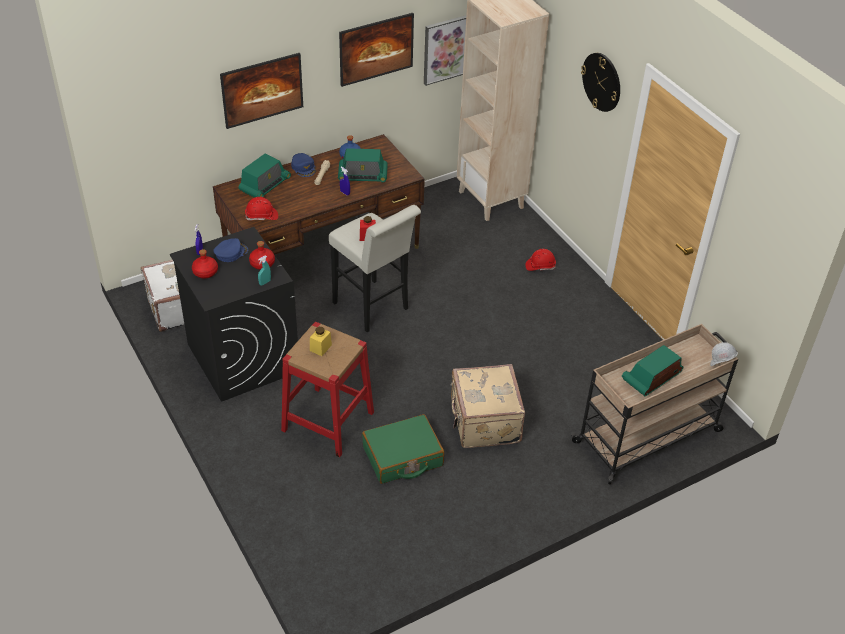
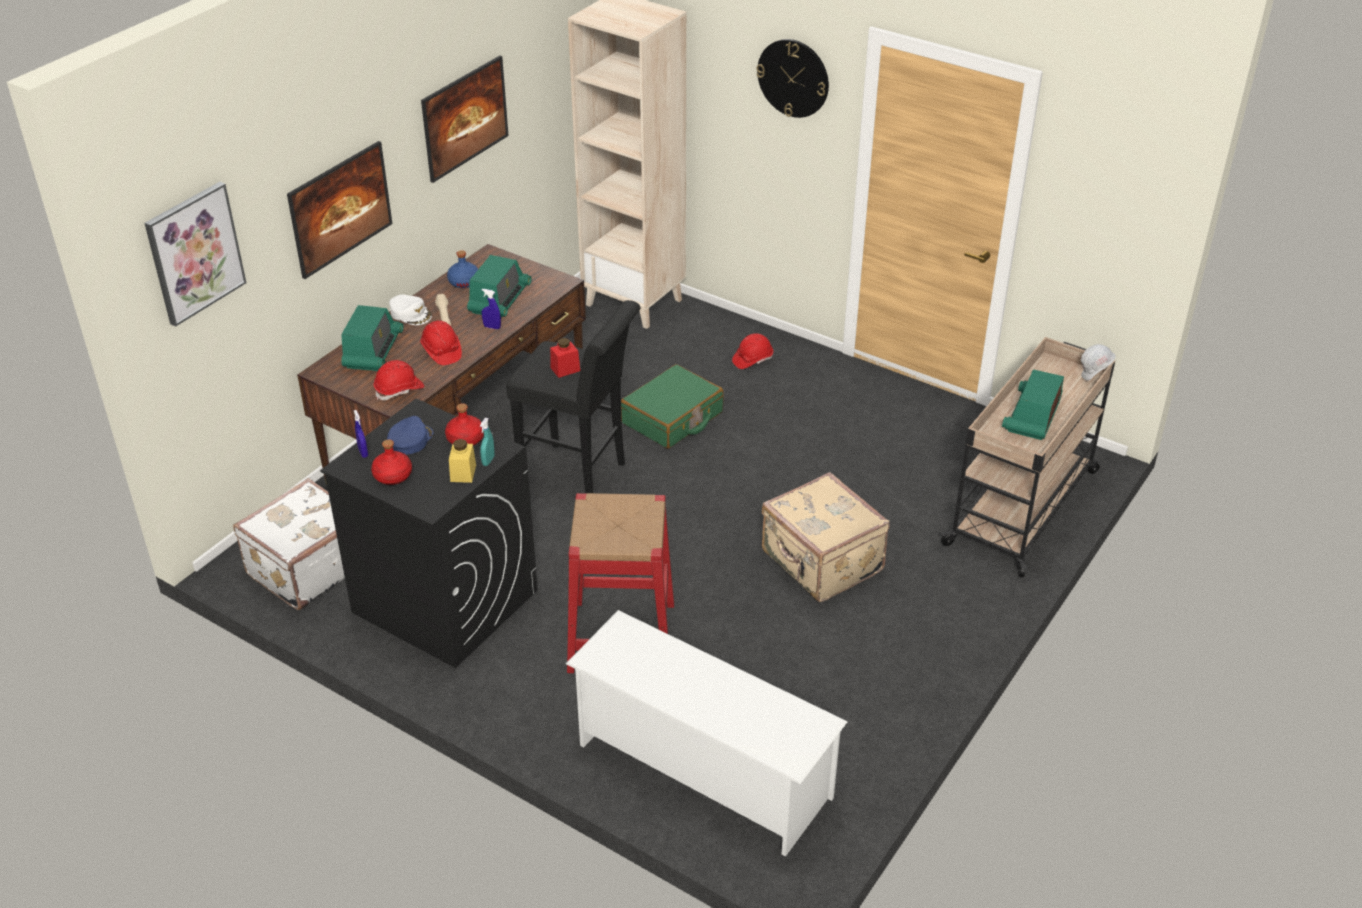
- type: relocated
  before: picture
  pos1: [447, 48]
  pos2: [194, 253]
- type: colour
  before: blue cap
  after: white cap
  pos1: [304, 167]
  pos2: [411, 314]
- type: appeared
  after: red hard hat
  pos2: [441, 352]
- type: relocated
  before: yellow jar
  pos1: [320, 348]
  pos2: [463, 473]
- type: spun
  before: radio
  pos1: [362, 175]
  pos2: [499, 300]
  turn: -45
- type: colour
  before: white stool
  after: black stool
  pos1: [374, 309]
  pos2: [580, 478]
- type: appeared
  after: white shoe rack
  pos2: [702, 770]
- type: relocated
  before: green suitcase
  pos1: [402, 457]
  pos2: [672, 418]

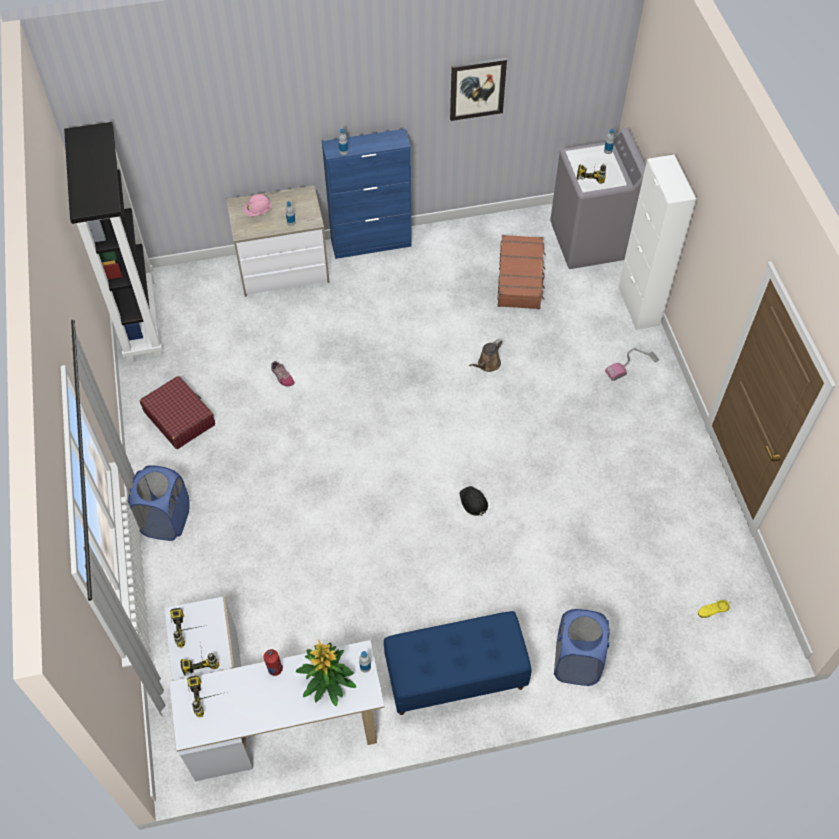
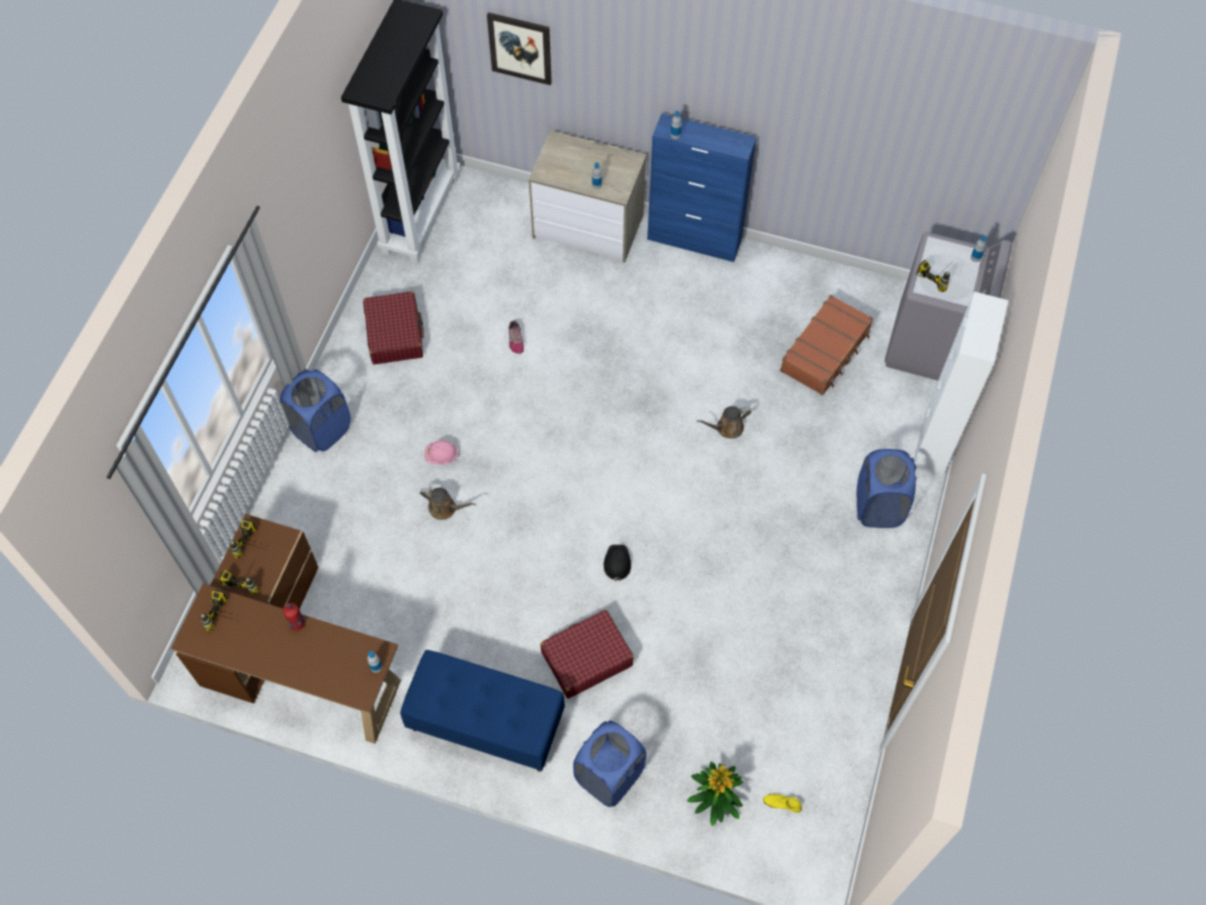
- type: colour
  before: white desk
  after: brown desk
  pos1: [264, 712]
  pos2: [295, 658]
- type: appeared
  after: brown watering can
  pos2: [445, 508]
- type: relocated
  before: pink hard hat
  pos1: [258, 211]
  pos2: [441, 456]
- type: relocated
  before: picture
  pos1: [477, 89]
  pos2: [520, 48]
- type: appeared
  after: red suitcase
  pos2: [586, 658]
- type: relocated
  before: potted plant
  pos1: [326, 680]
  pos2: [715, 797]
- type: exchanged
  before: vacuum cleaner
  after: blue laundry basket
  pos1: [631, 366]
  pos2: [878, 506]

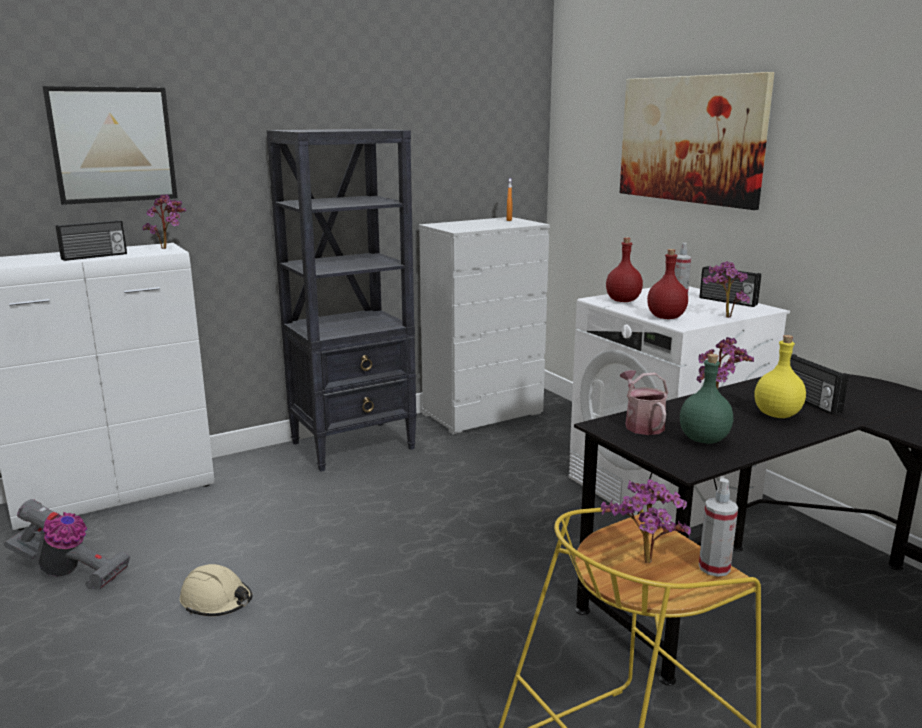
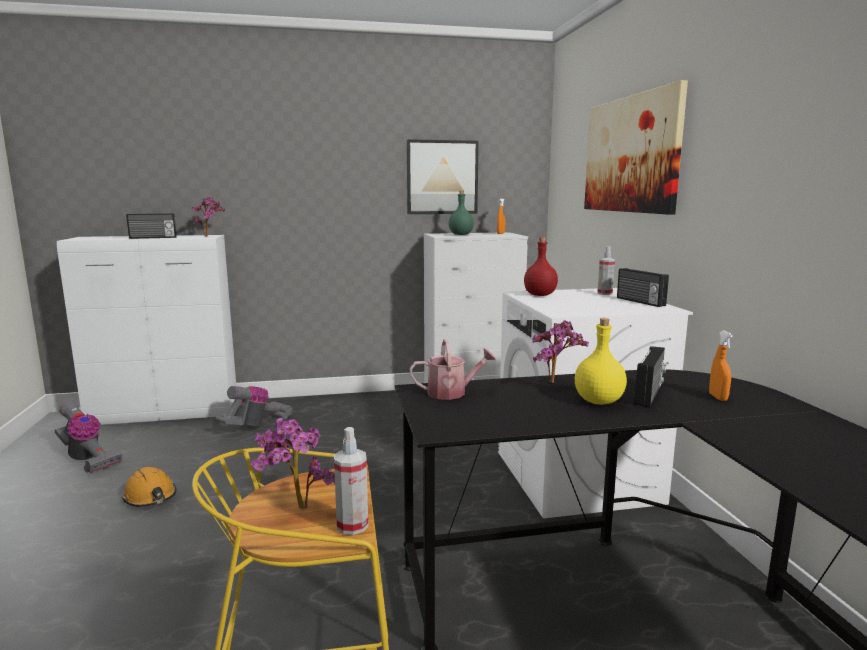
- type: colour
  before: beige hard hat
  after: orange hard hat
  pos1: [217, 601]
  pos2: [150, 497]
- type: appeared
  after: vacuum cleaner
  pos2: [256, 425]
- type: relocated
  before: picture
  pos1: [113, 145]
  pos2: [442, 177]
- type: spun
  before: watering can
  pos1: [641, 424]
  pos2: [452, 392]
  turn: 75
- type: relocated
  before: green bottle
  pos1: [704, 440]
  pos2: [461, 234]
- type: spun
  before: radio
  pos1: [808, 402]
  pos2: [650, 395]
  turn: -150
- type: appeared
  after: orange spray bottle
  pos2: [718, 397]
- type: missing
  before: black bookcase
  pos1: [354, 445]
- type: missing
  before: red bottle
  pos1: [665, 317]
- type: missing
  before: potted plant
  pos1: [723, 317]

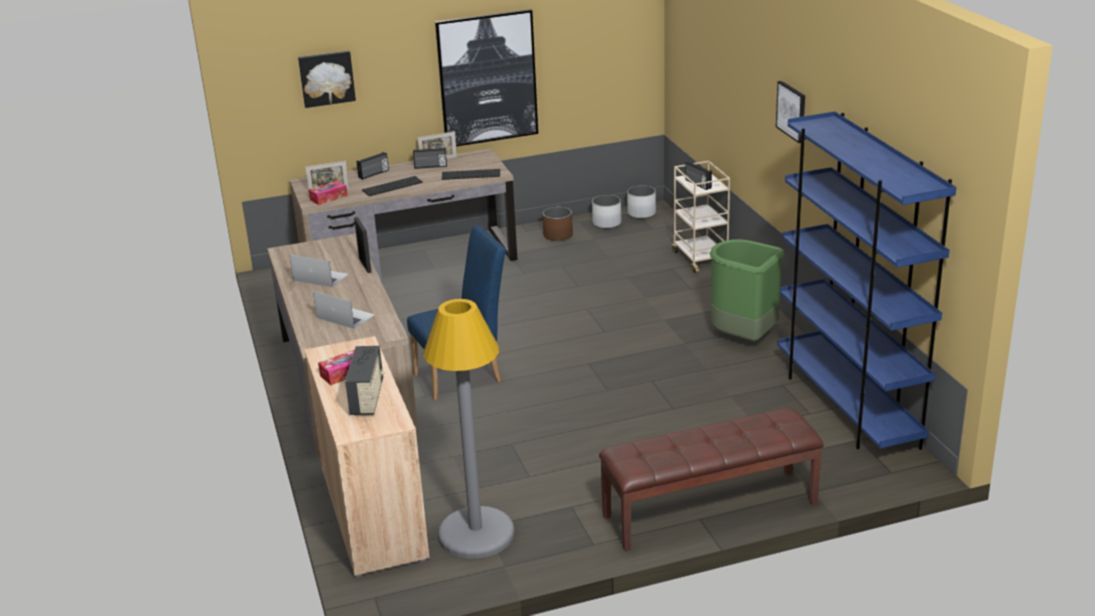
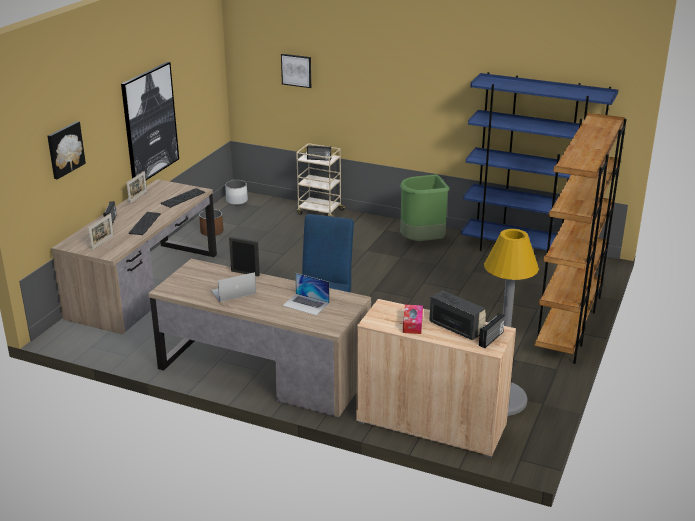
- type: relocated
  before: picture
  pos1: [792, 111]
  pos2: [296, 70]
- type: spun
  before: laptop
  pos1: [345, 316]
  pos2: [306, 304]
  turn: -135
- type: relocated
  before: radio
  pos1: [430, 166]
  pos2: [491, 339]
- type: exchanged
  before: brown bench
  after: brown bookcase
  pos1: [710, 510]
  pos2: [568, 325]
- type: missing
  before: tissue box
  pos1: [328, 198]
- type: missing
  before: white planter
  pos1: [607, 223]

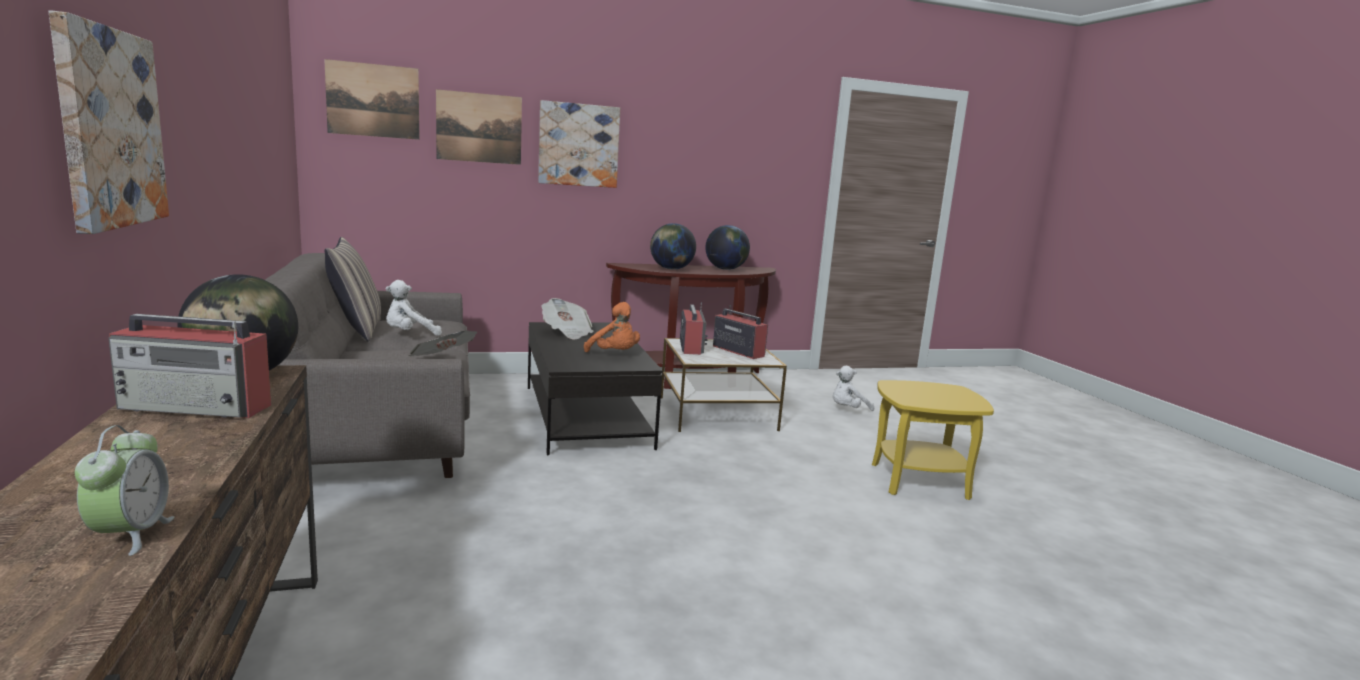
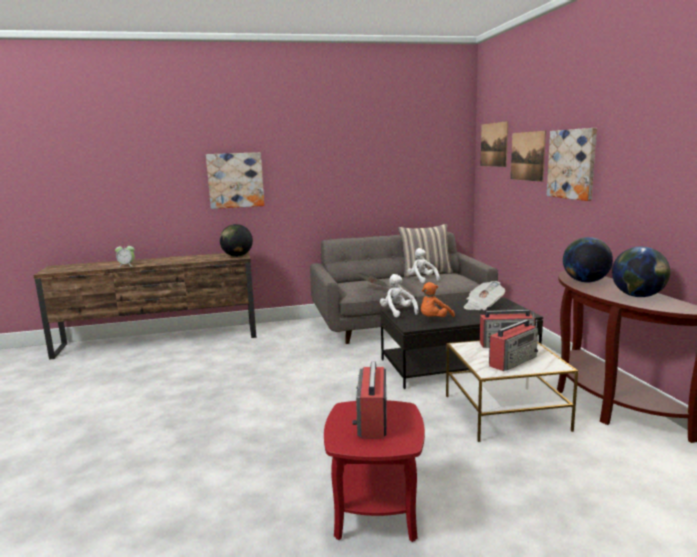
- type: colour
  before: yellow side table
  after: red side table
  pos1: [919, 481]
  pos2: [376, 512]
- type: relocated
  before: radio
  pos1: [197, 407]
  pos2: [372, 420]
- type: relocated
  before: white plush toy
  pos1: [848, 410]
  pos2: [397, 312]

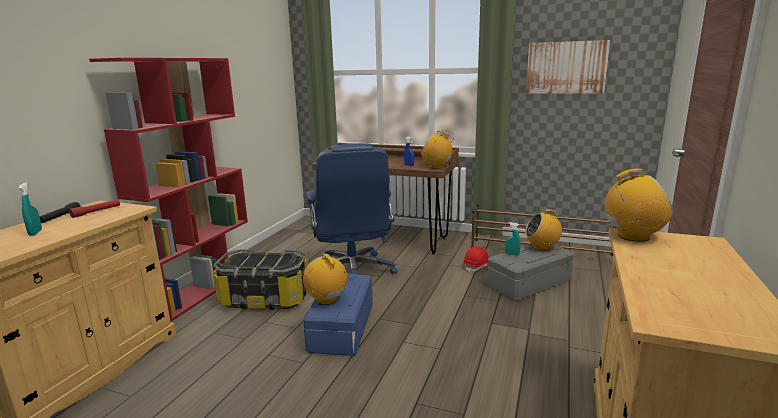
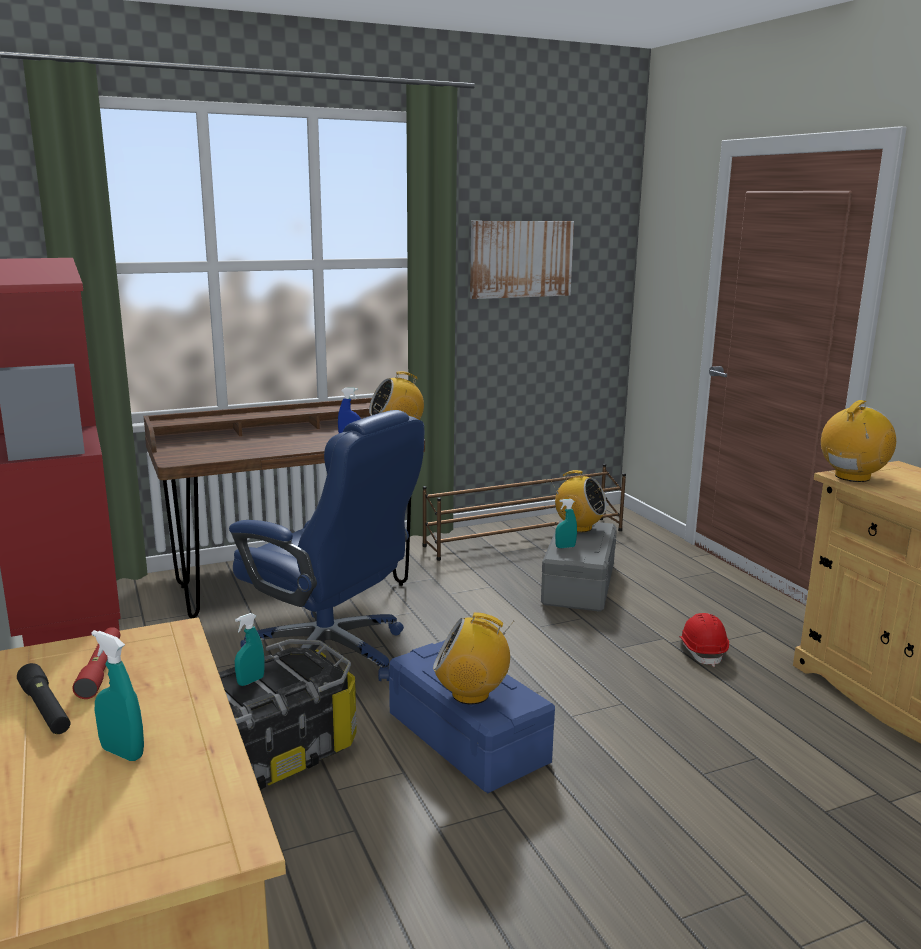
- type: appeared
  after: turquoise spray bottle
  pos2: [250, 681]
- type: spun
  before: radio
  pos1: [542, 247]
  pos2: [579, 527]
  turn: -105
- type: relocated
  before: red hard hat
  pos1: [477, 266]
  pos2: [702, 651]

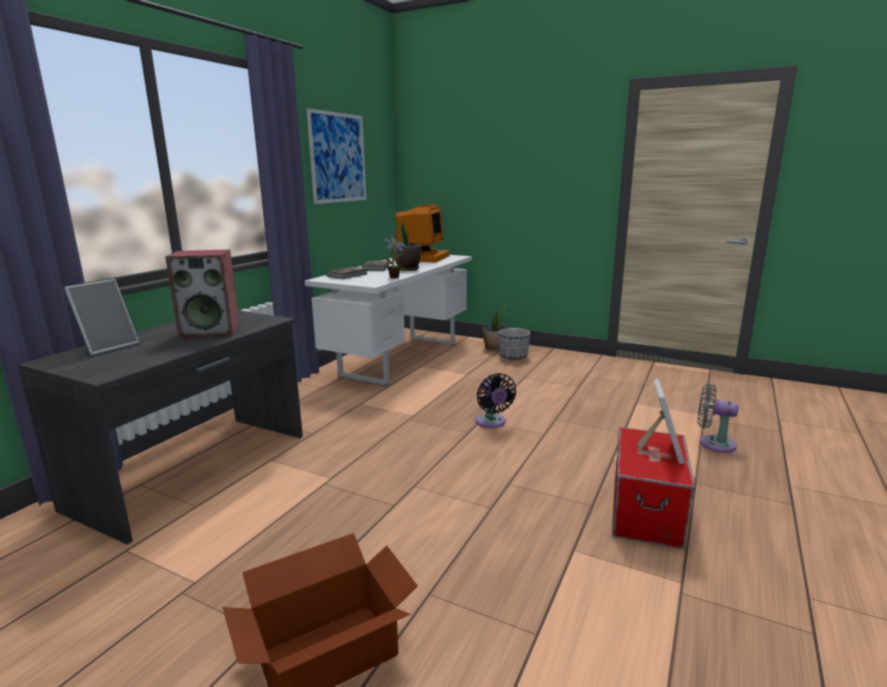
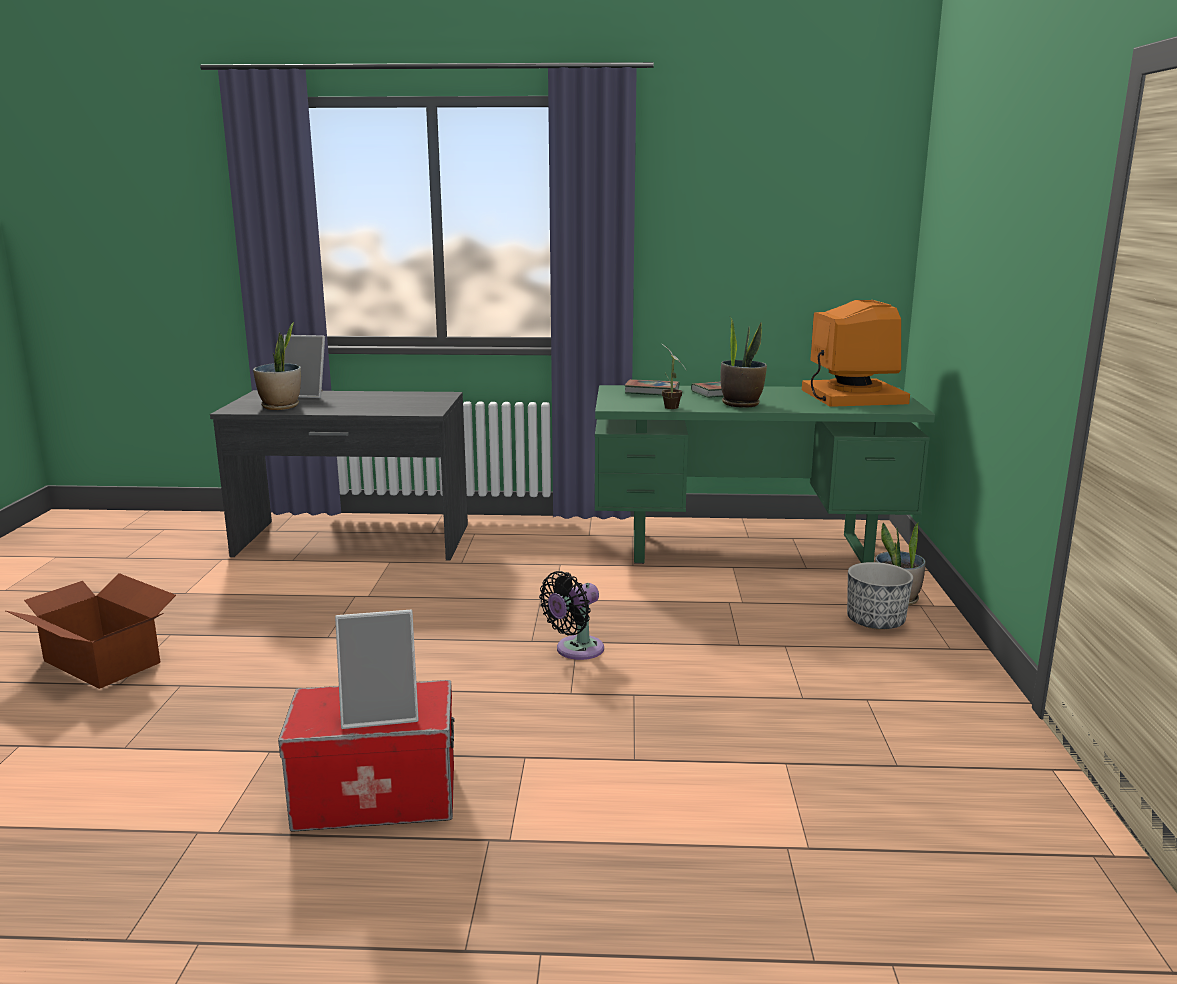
- type: appeared
  after: potted plant
  pos2: [281, 406]
- type: colour
  before: white desk
  after: green desk
  pos1: [400, 358]
  pos2: [748, 548]
- type: spun
  before: monitor
  pos1: [420, 258]
  pos2: [851, 396]
  turn: -90
- type: missing
  before: speaker
  pos1: [211, 331]
- type: missing
  before: picture
  pos1: [338, 158]
- type: missing
  before: grey fan
  pos1: [713, 443]

